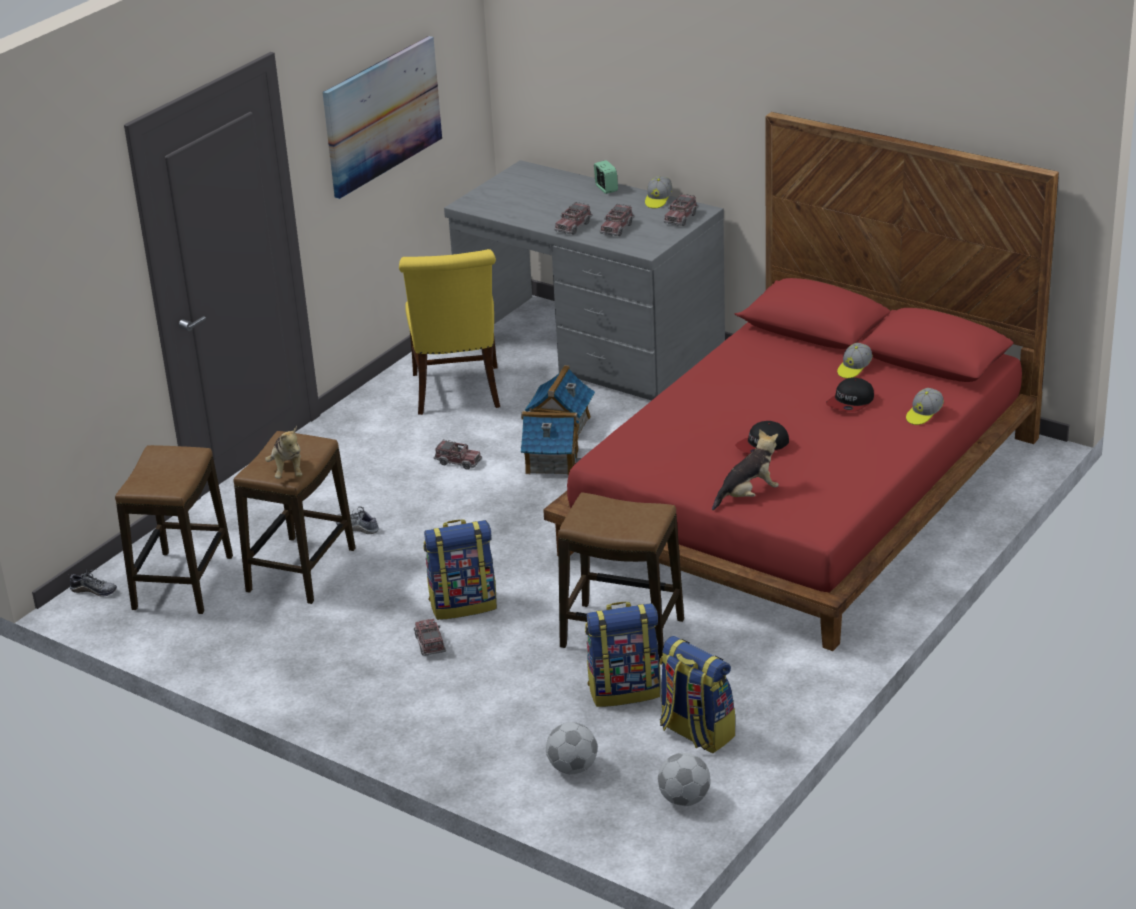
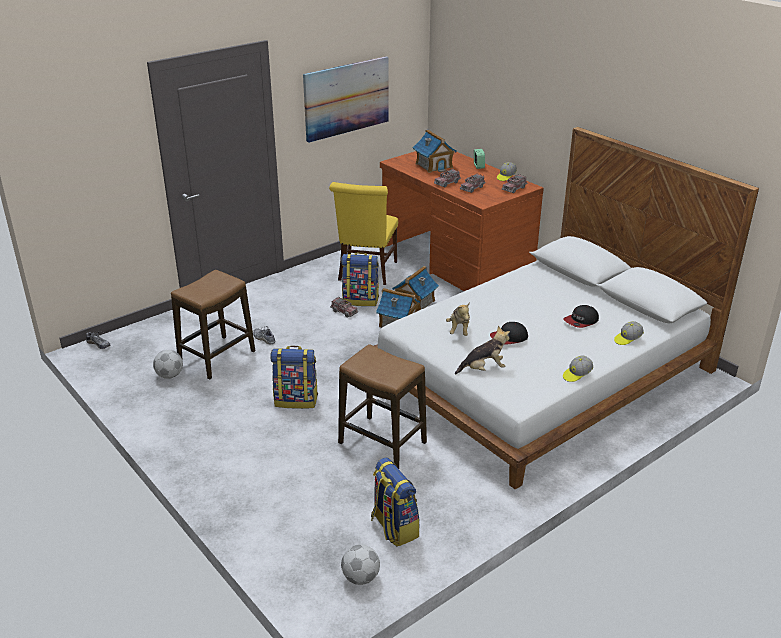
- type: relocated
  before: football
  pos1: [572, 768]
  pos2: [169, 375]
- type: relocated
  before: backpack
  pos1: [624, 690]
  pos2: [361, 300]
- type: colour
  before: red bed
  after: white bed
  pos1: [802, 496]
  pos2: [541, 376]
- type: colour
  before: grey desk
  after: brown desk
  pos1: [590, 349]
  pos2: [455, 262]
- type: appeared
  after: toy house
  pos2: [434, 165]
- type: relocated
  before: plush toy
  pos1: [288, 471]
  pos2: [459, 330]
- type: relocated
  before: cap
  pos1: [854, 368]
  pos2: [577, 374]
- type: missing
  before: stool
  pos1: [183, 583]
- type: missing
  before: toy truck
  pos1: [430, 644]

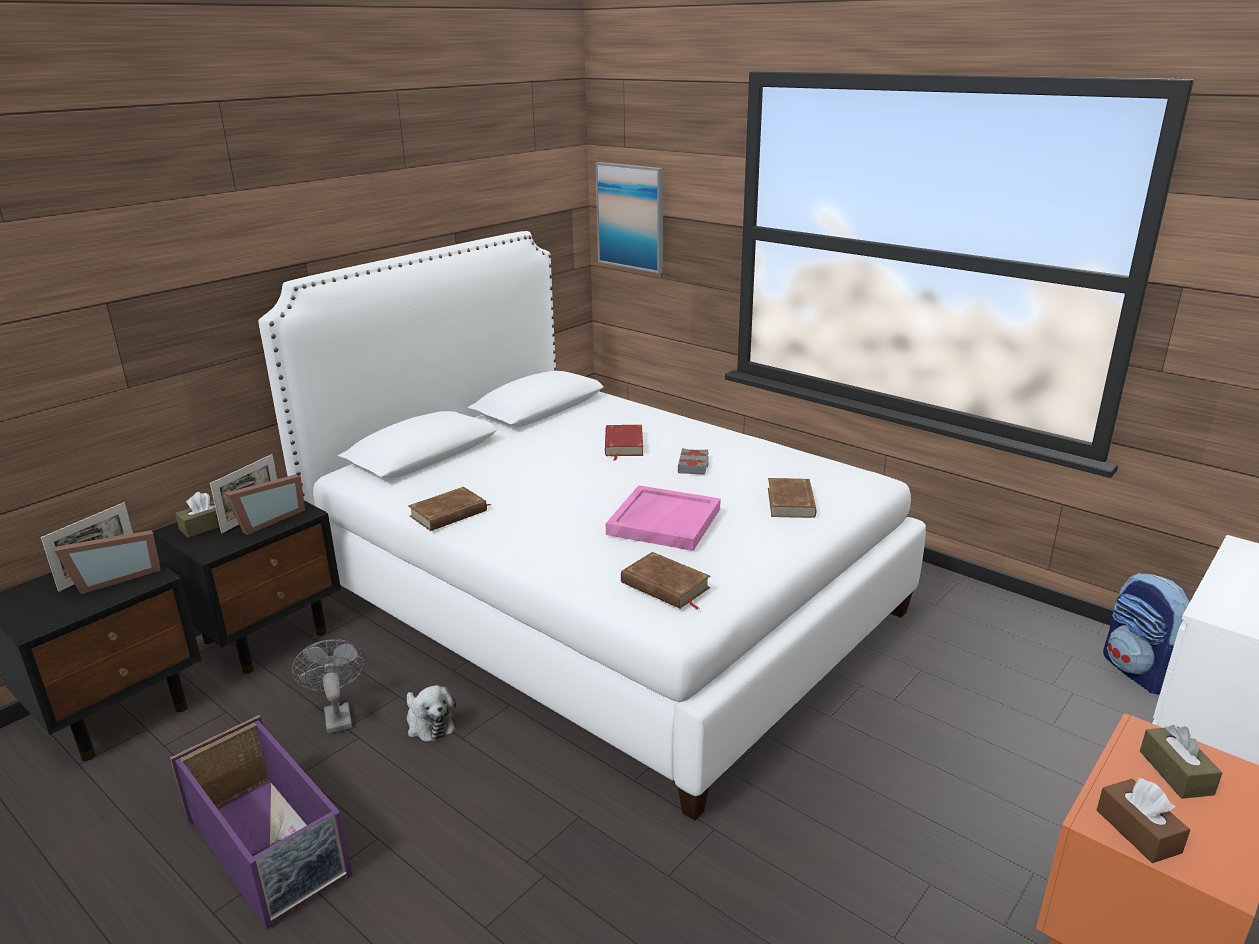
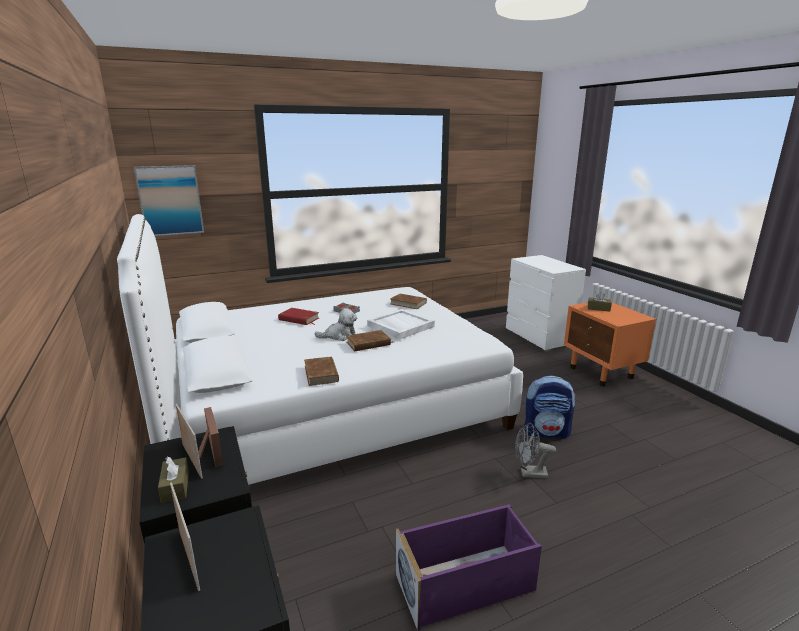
- type: relocated
  before: plush toy
  pos1: [428, 723]
  pos2: [339, 336]
- type: relocated
  before: brown book
  pos1: [665, 586]
  pos2: [368, 343]
- type: colour
  before: pink tray
  after: white tray
  pos1: [663, 521]
  pos2: [400, 326]
- type: relocated
  before: grey fan
  pos1: [336, 715]
  pos2: [529, 473]
- type: relocated
  before: backpack
  pos1: [1140, 672]
  pos2: [546, 432]
- type: missing
  before: picture frame
  pos1: [114, 578]
- type: missing
  before: brown tissue box
  pos1: [1138, 831]

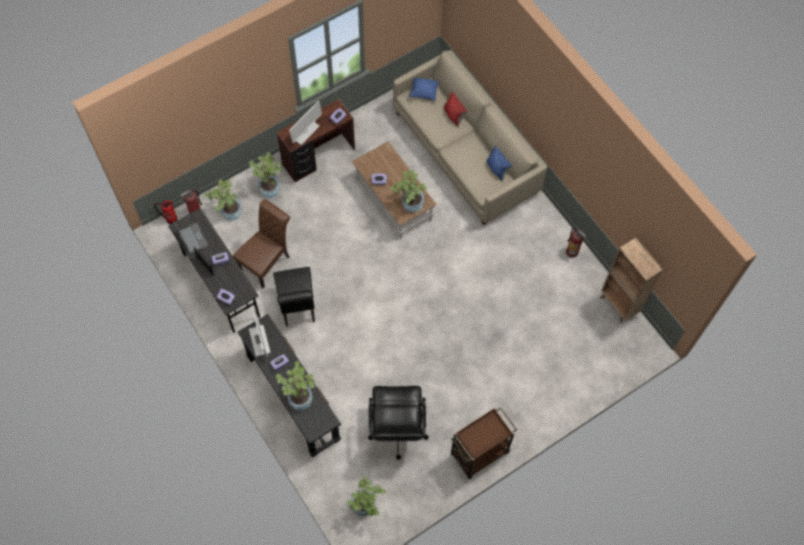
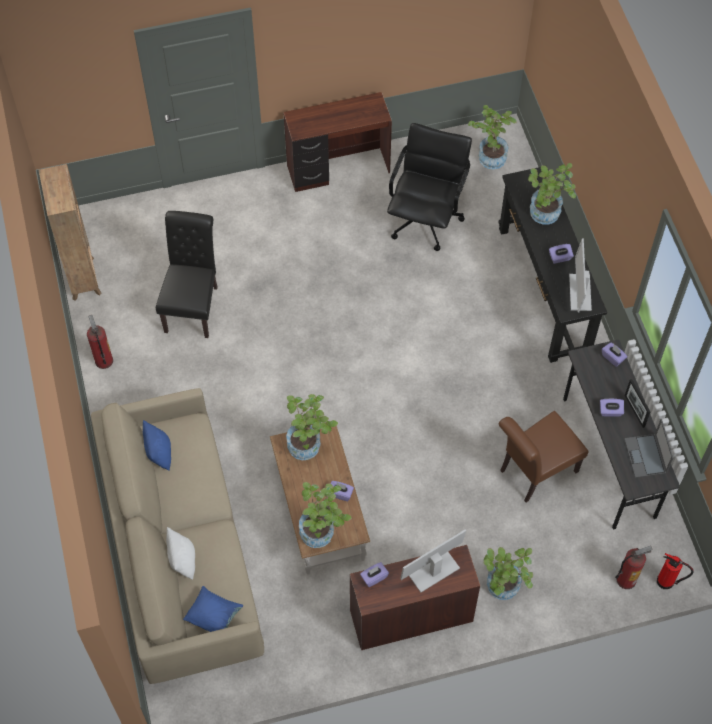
- type: relocated
  before: black chair
  pos1: [297, 307]
  pos2: [193, 305]
- type: colour
  before: red pillow
  after: white pillow
  pos1: [454, 115]
  pos2: [183, 560]
- type: exchanged
  before: brown cart
  after: brown desk
  pos1: [478, 454]
  pos2: [338, 170]
- type: relocated
  before: potted plant
  pos1: [228, 212]
  pos2: [322, 533]

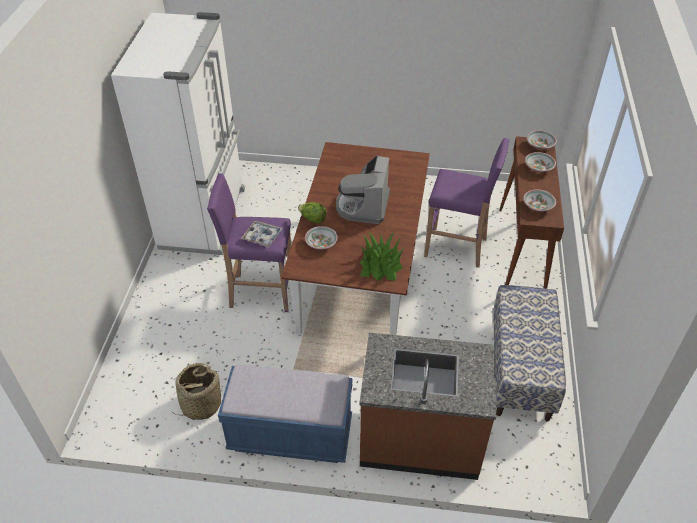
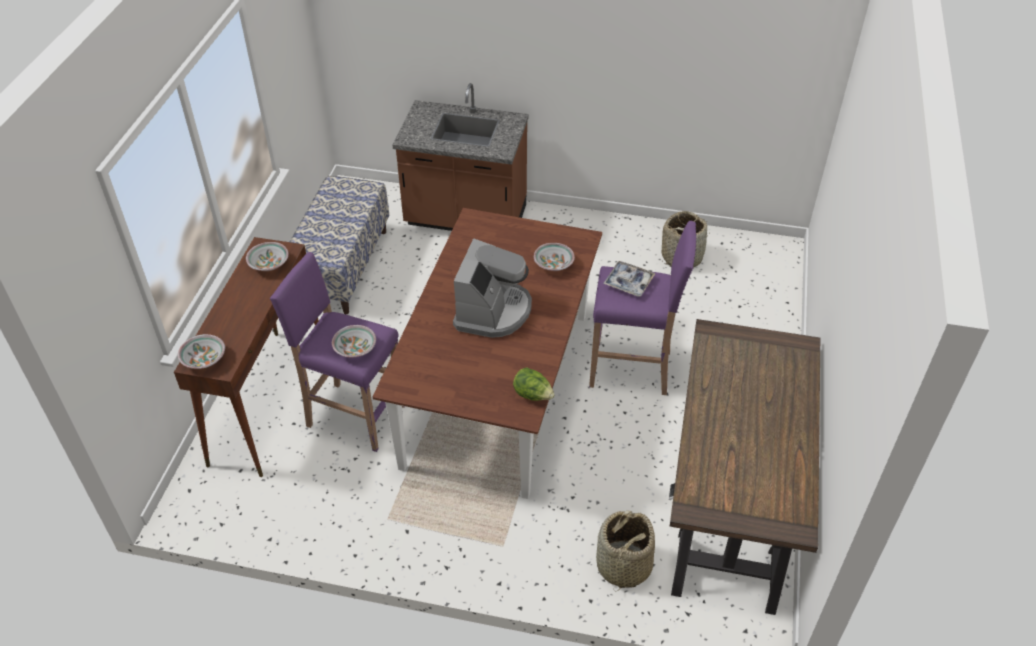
- type: relocated
  before: bowl
  pos1: [538, 168]
  pos2: [355, 349]
- type: relocated
  before: lettuce
  pos1: [312, 219]
  pos2: [533, 395]
- type: appeared
  after: basket
  pos2: [623, 566]
- type: exchanged
  before: white fridge
  after: brown desk
  pos1: [205, 218]
  pos2: [733, 495]
- type: missing
  before: blue bench
  pos1: [290, 435]
- type: missing
  before: potted plant
  pos1: [380, 266]

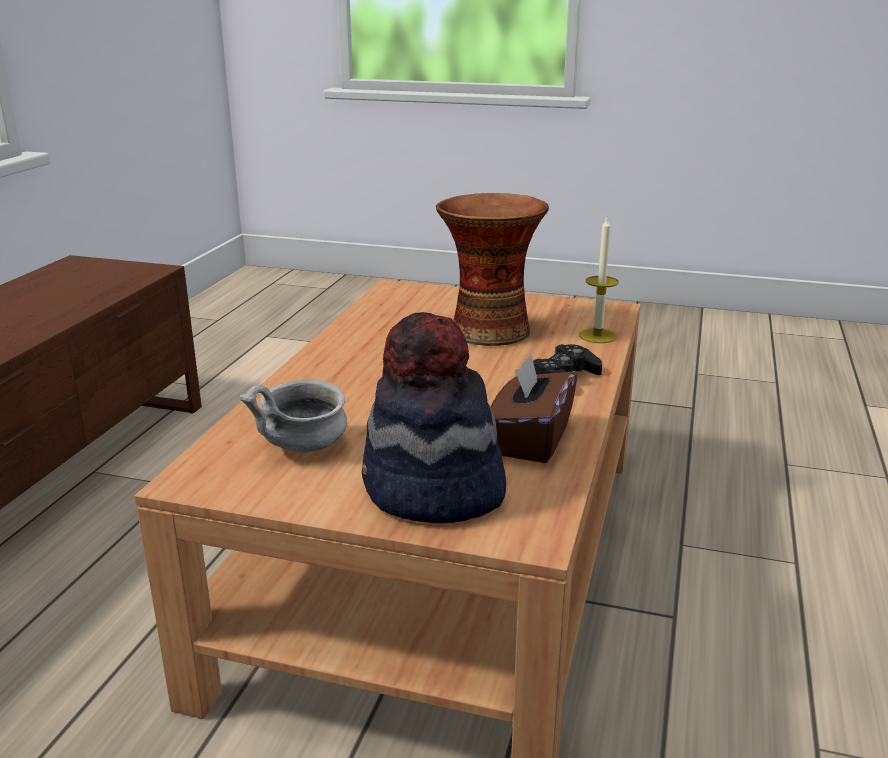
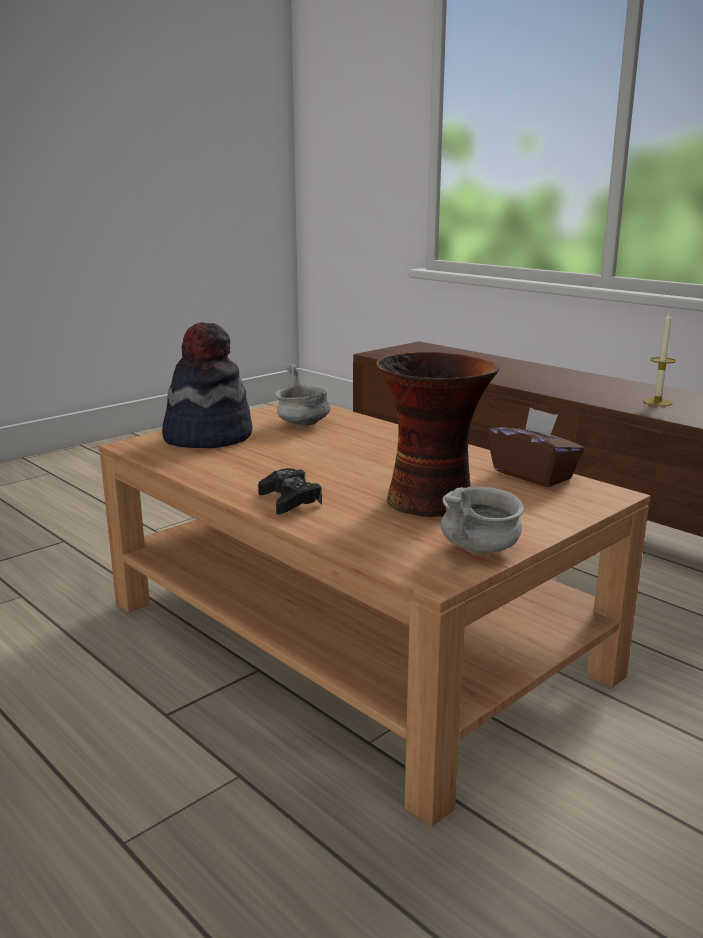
- type: appeared
  after: grey bowl
  pos2: [479, 550]
- type: relocated
  before: brown tissue box
  pos1: [530, 440]
  pos2: [533, 475]
- type: relocated
  before: candle
  pos1: [597, 336]
  pos2: [657, 402]

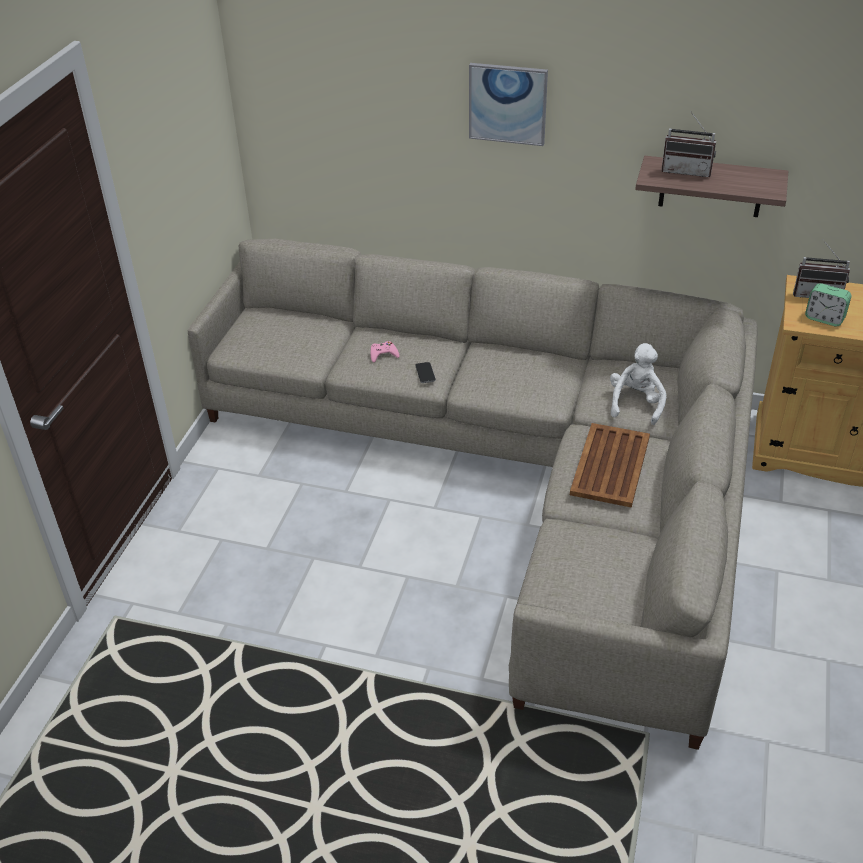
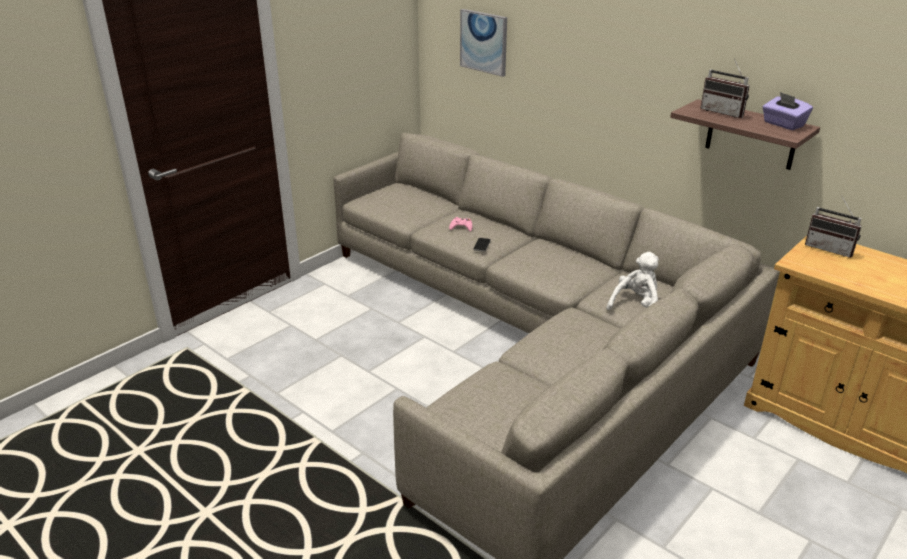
- type: relocated
  before: picture
  pos1: [507, 103]
  pos2: [484, 42]
- type: appeared
  after: purple tissue box
  pos2: [783, 124]
- type: missing
  before: brown tray
  pos1: [610, 466]
- type: missing
  before: alarm clock
  pos1: [824, 318]

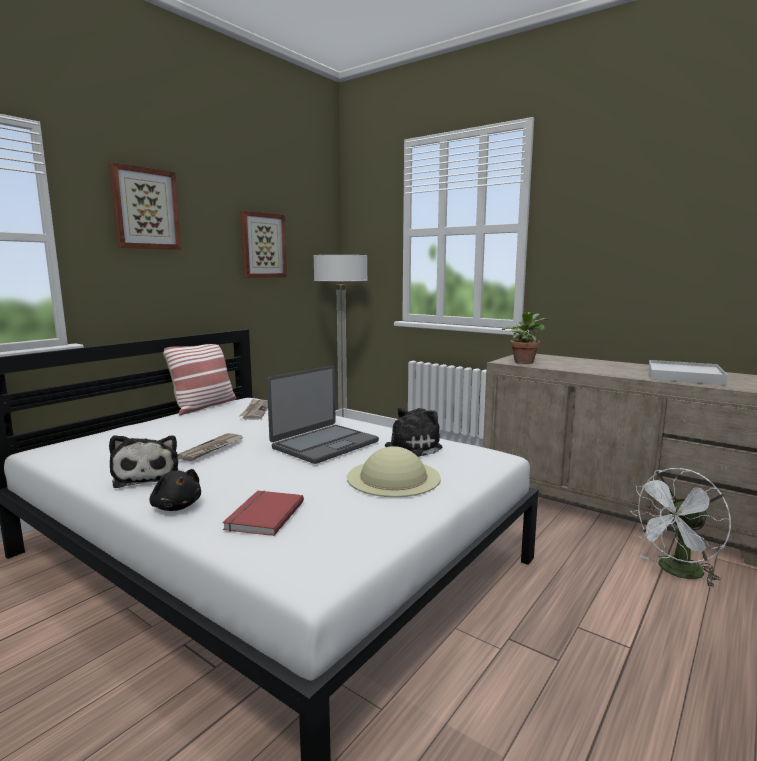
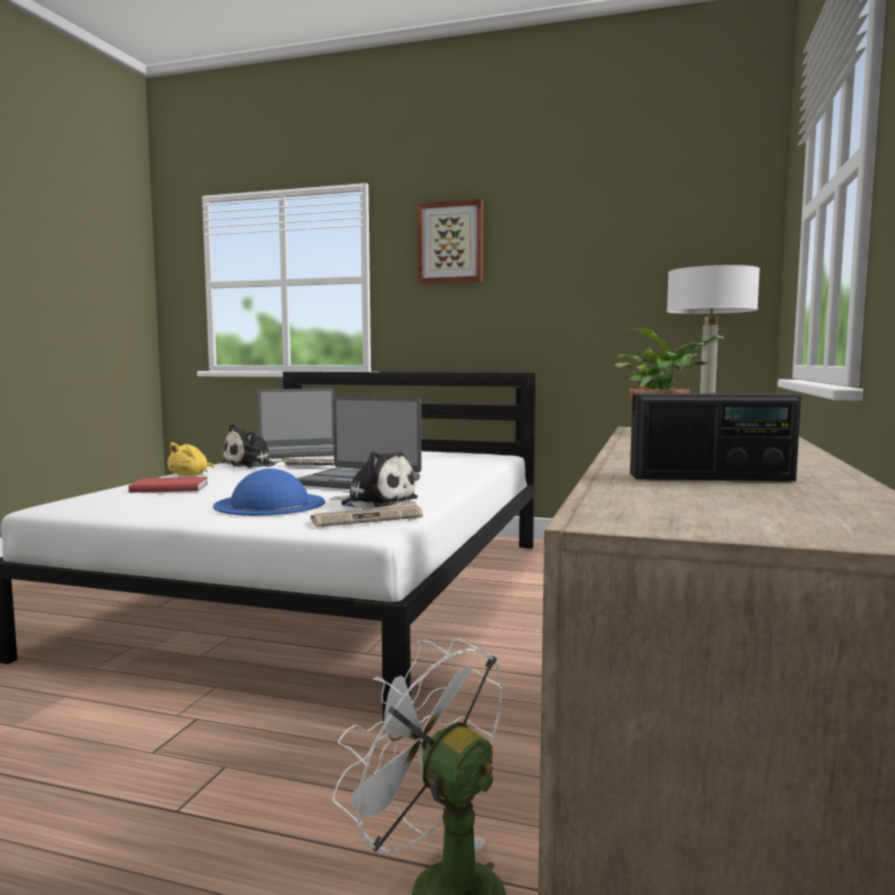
- type: colour
  before: black plush toy
  after: yellow plush toy
  pos1: [176, 506]
  pos2: [190, 475]
- type: colour
  before: beige hat
  after: blue hat
  pos1: [393, 477]
  pos2: [269, 504]
- type: appeared
  after: laptop
  pos2: [302, 453]
- type: relocated
  before: newspaper
  pos1: [255, 411]
  pos2: [368, 518]
- type: exchanged
  before: white tray
  after: radio
  pos1: [684, 376]
  pos2: [710, 477]
- type: missing
  before: pillow
  pos1: [204, 406]
- type: missing
  before: picture
  pos1: [262, 245]

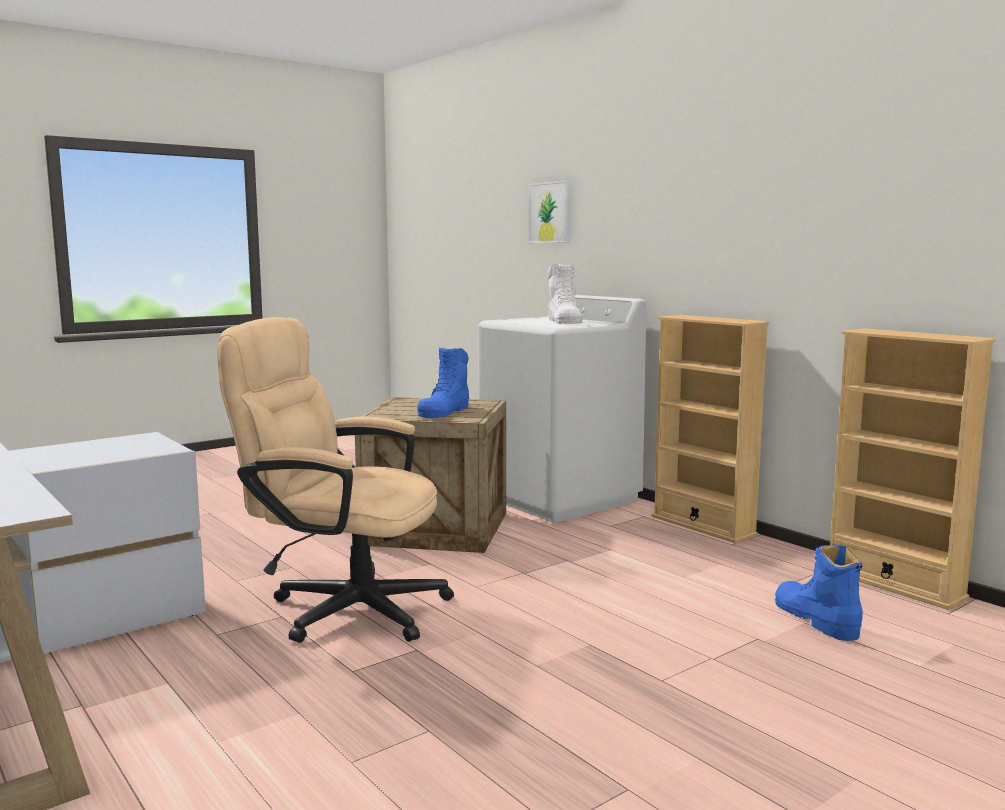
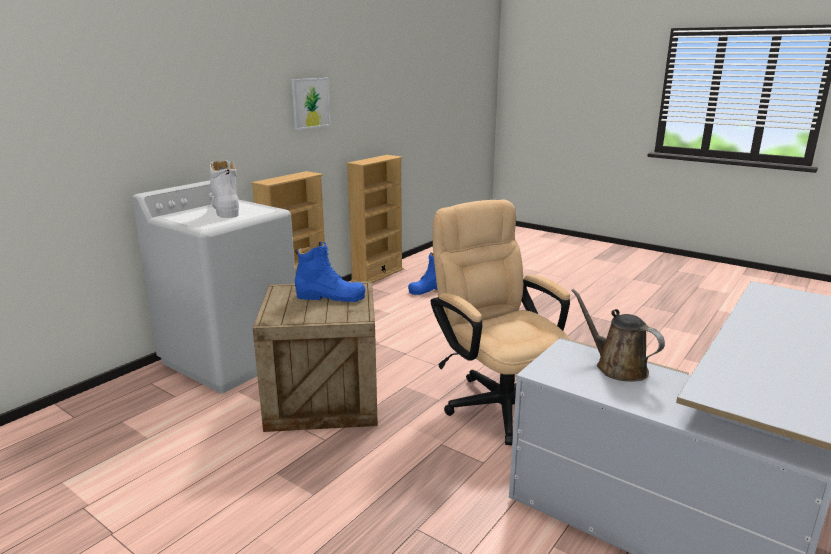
- type: spun
  before: white boot
  pos1: [564, 322]
  pos2: [225, 210]
  turn: -90
- type: relocated
  before: picture
  pos1: [550, 212]
  pos2: [310, 103]
- type: spun
  before: beige office chair
  pos1: [343, 607]
  pos2: [497, 401]
  turn: 150
- type: appeared
  after: brown watering can
  pos2: [617, 367]

